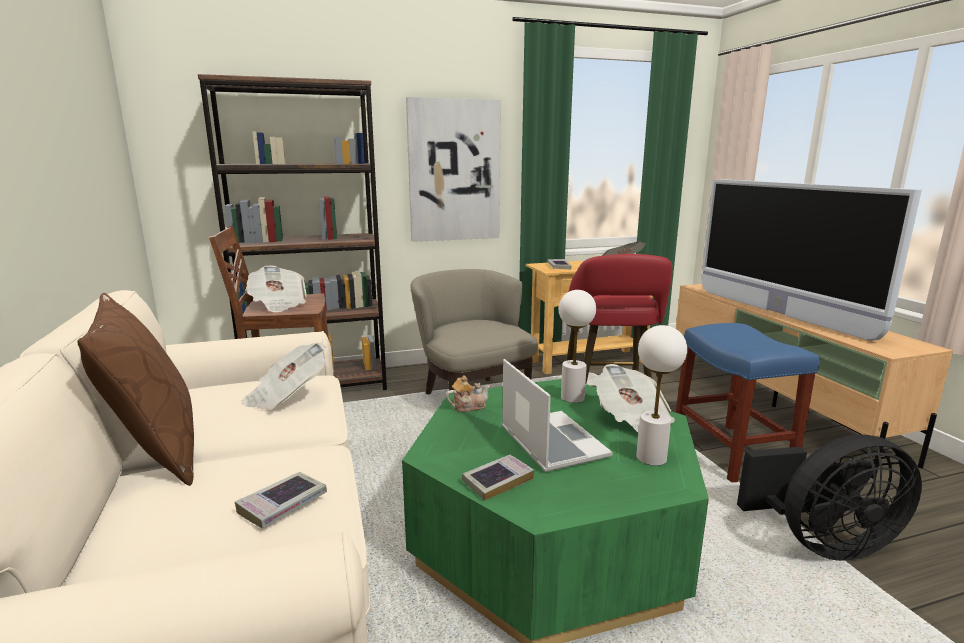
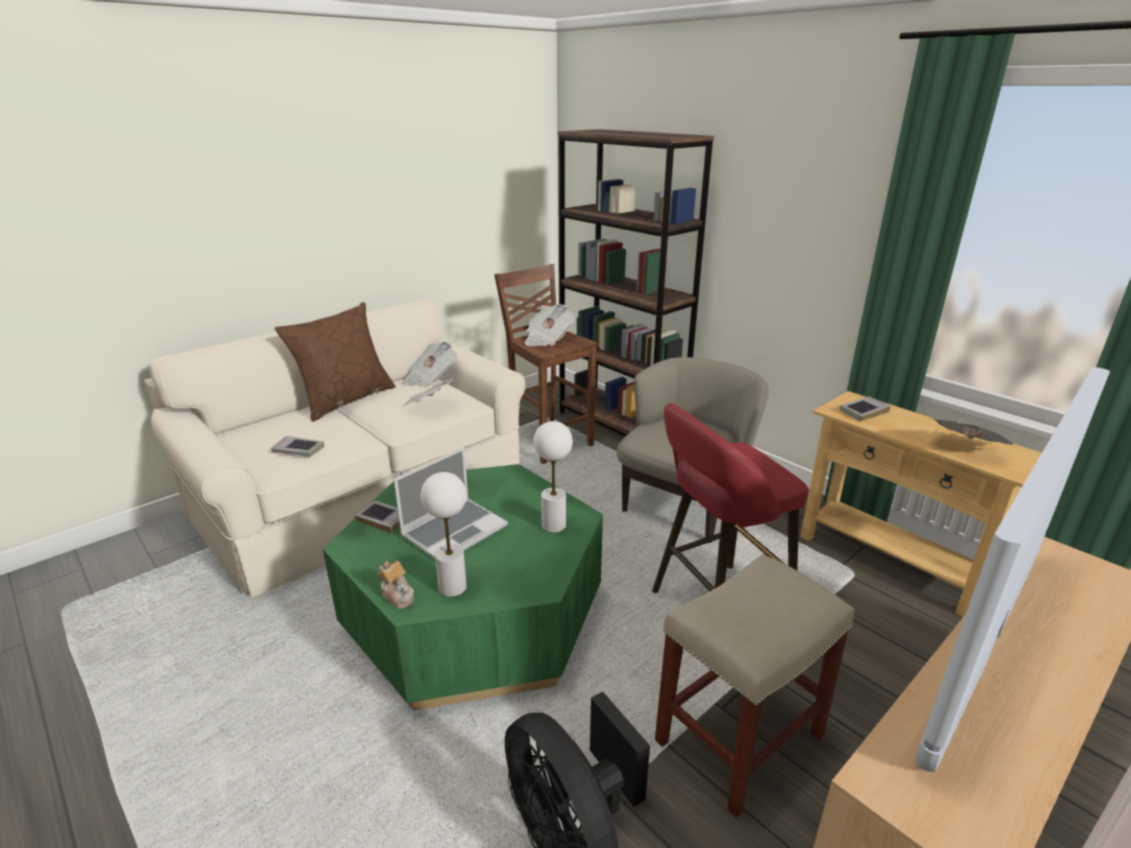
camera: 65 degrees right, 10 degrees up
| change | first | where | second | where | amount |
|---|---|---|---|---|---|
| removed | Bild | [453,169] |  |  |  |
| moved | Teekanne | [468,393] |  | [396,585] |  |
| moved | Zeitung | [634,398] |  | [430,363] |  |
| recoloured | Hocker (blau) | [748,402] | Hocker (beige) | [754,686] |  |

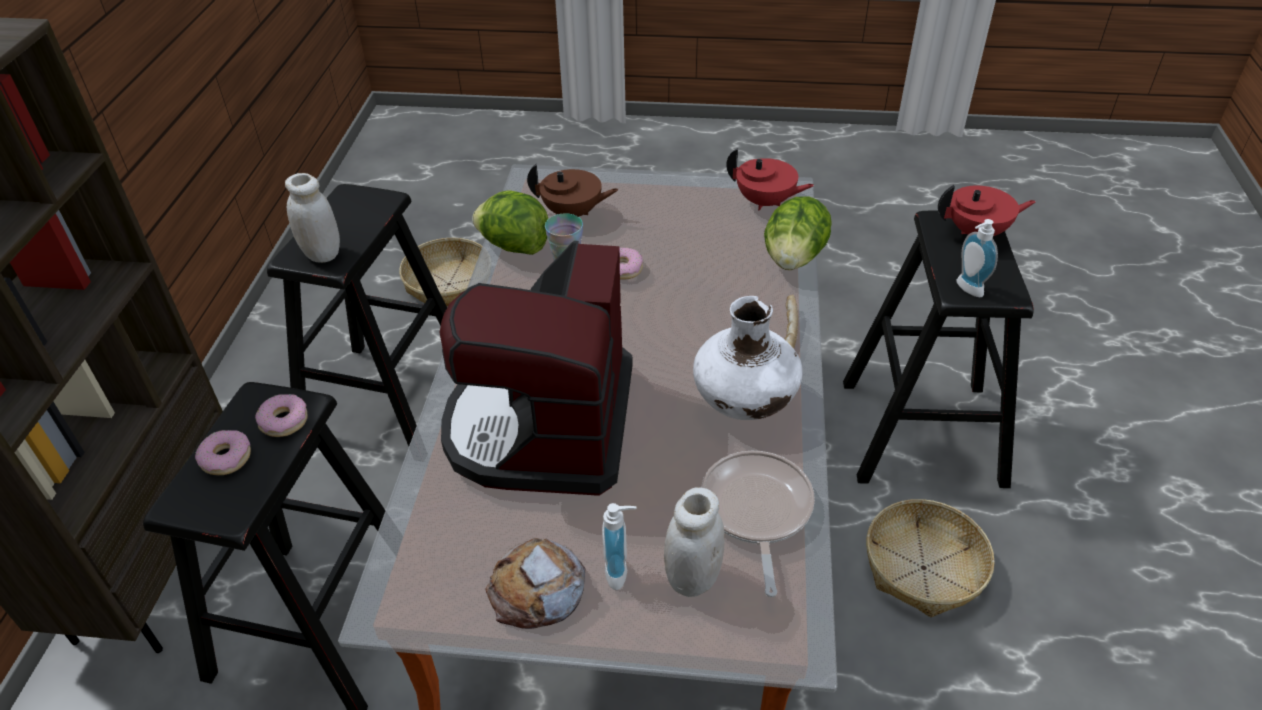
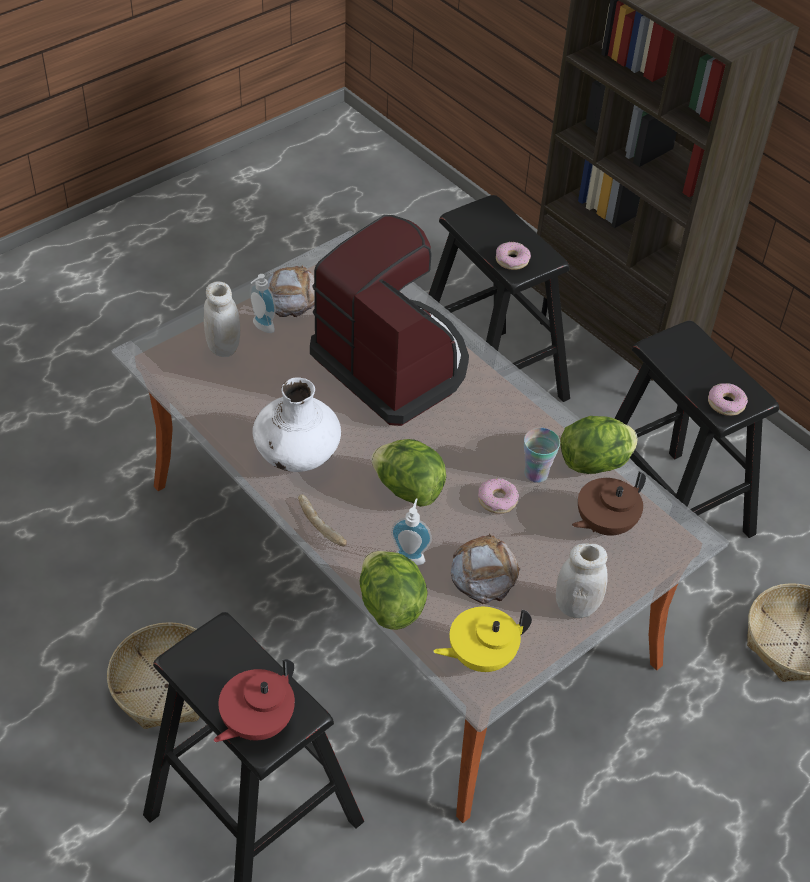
camera: 130 degrees right, 5 degrees up
| change | first | where | second | where | amount |
|---|---|---|---|---|---|
| removed | Pfanne | [758,524] |  |  |  |
| added |  |  | Salatkopf | [408,473] |  |
| added |  |  | Brot | [485,568] |  |
| moved | Donut | [223,452] |  | [728,399] |  |
| moved | Vorratsglas (weiß) | [312,218] |  | [582,580] |  |
| moved | Seifenspender | [977,258] |  | [411,531] |  |
| recoloured | Teekanne (rot) | [770,179] | Teekanne (gelb) | [482,639] |  |

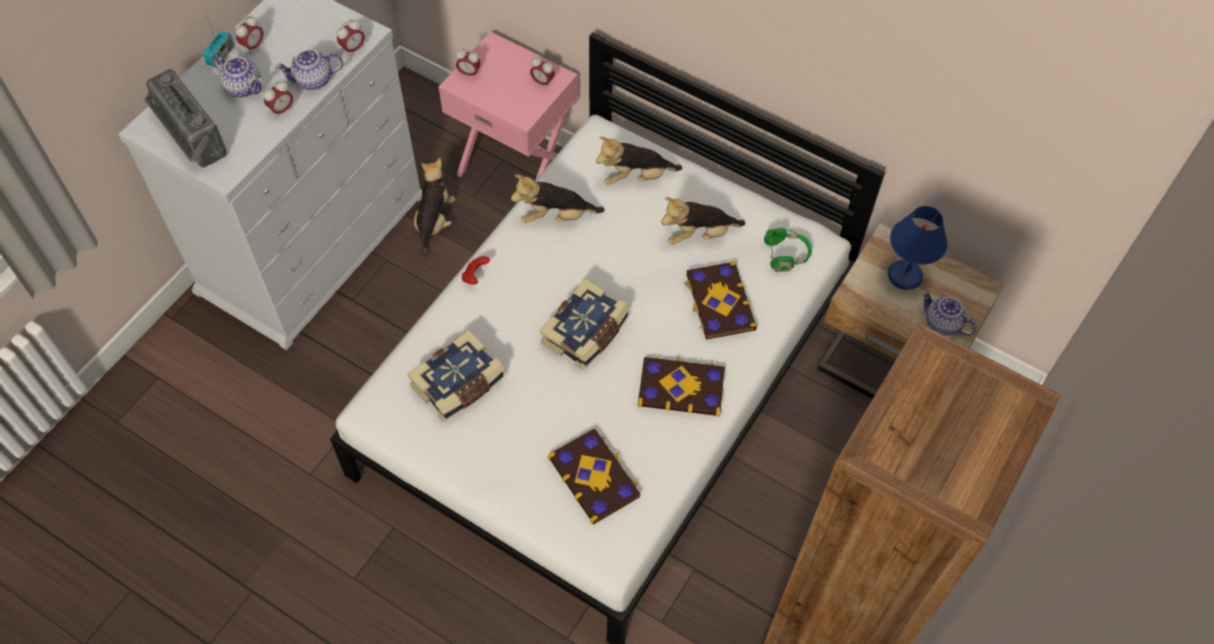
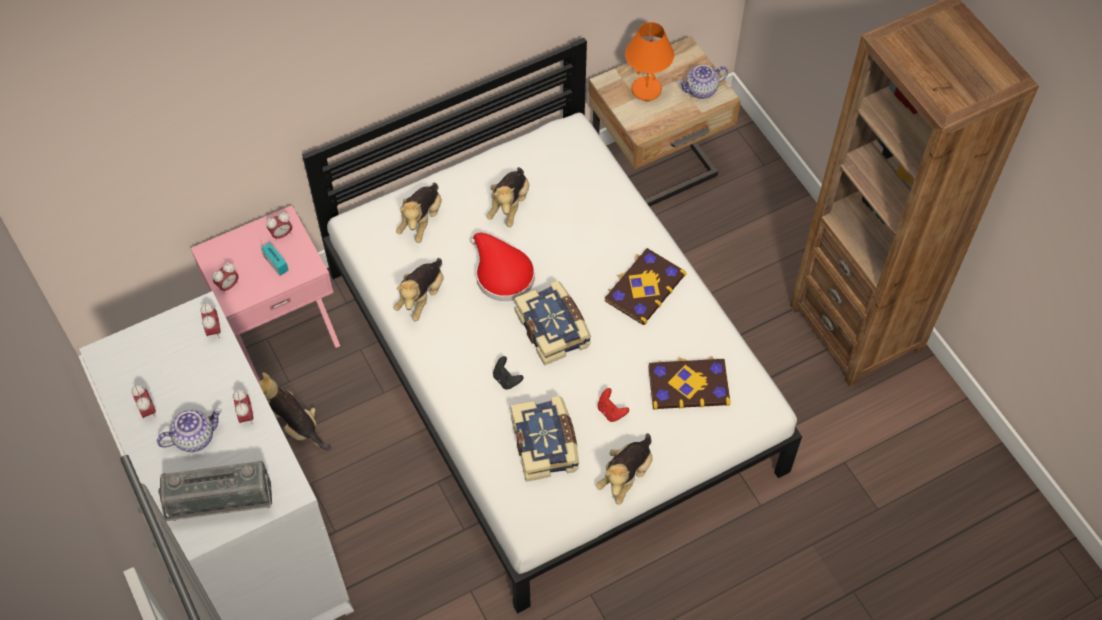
camera: 60 degrees left, 0 degrees up
| change | first | where | second | where | amount |
|---|---|---|---|---|---|
| removed | Teekanne | [309,69] |  |  |  |
| removed | Buch | [720,301] |  |  |  |
| removed | Kopfhörer (grün) | [788,250] |  |  |  |
| added |  |  | Hut (rot) | [502,267] |  |
| added |  |  | Gamepad (schwarz) | [508,373] |  |
| added |  |  | Plüschtier | [624,469] |  |
| moved | Radio | [218,42] |  | [275,259] |  |
| moved | Gamepad (rot) | [476,270] |  | [613,405] |  |
| recoloured | Tischlampe (blau) | [917,248] | Tischlampe (orange) | [649,61] |  |

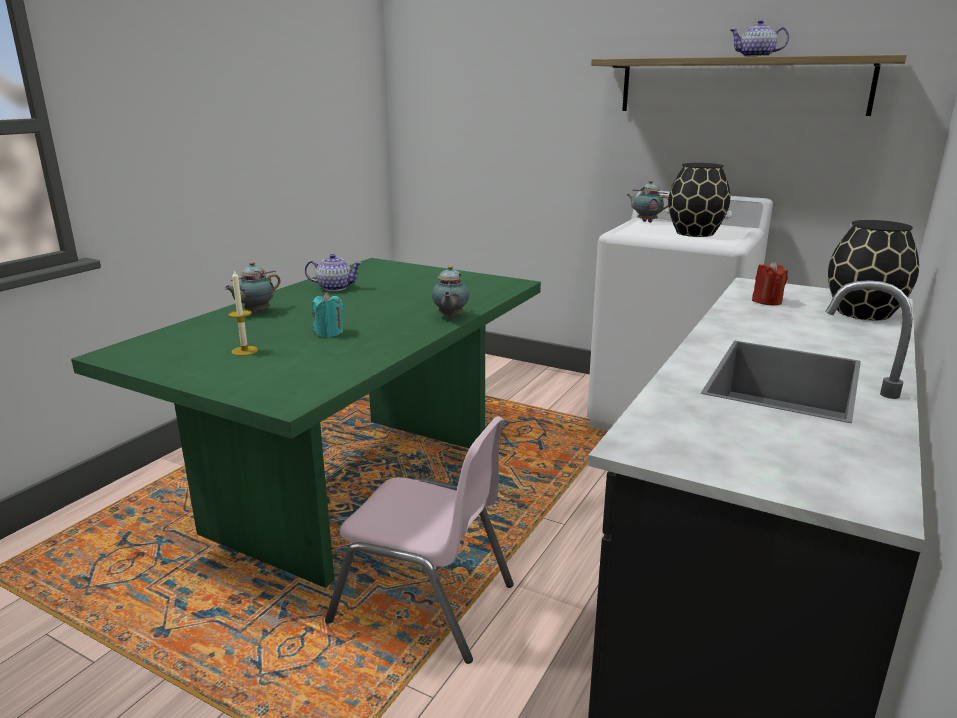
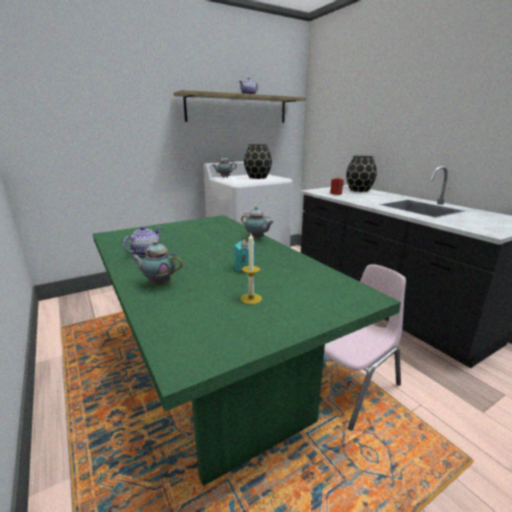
camera: 60 degrees left, 0 degrees up
| change | first | where | second | where | amount |
|---|---|---|---|---|---|
| turned | Teekanne | [252,287] |  | [157,263] | 120 degrees clockwise |

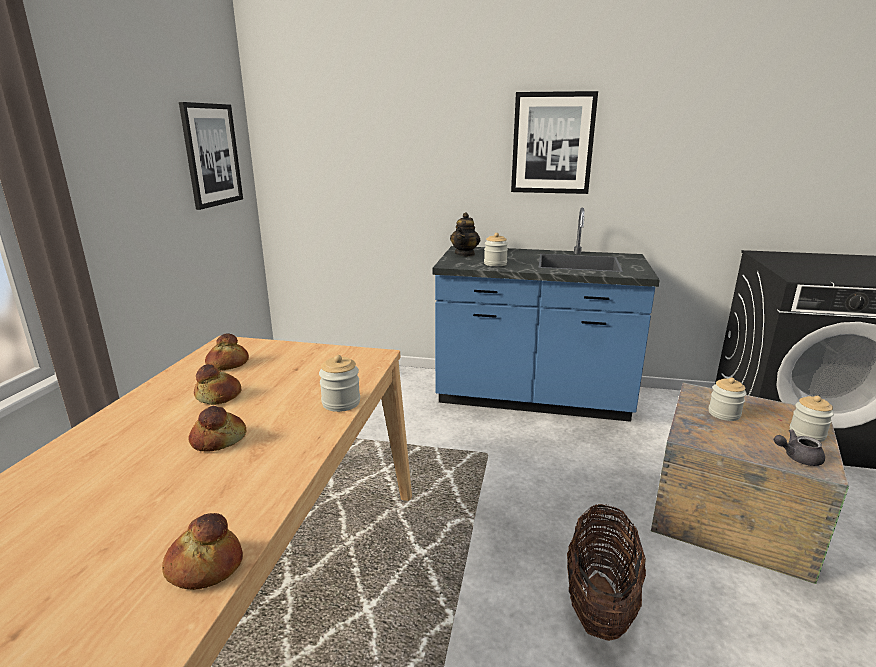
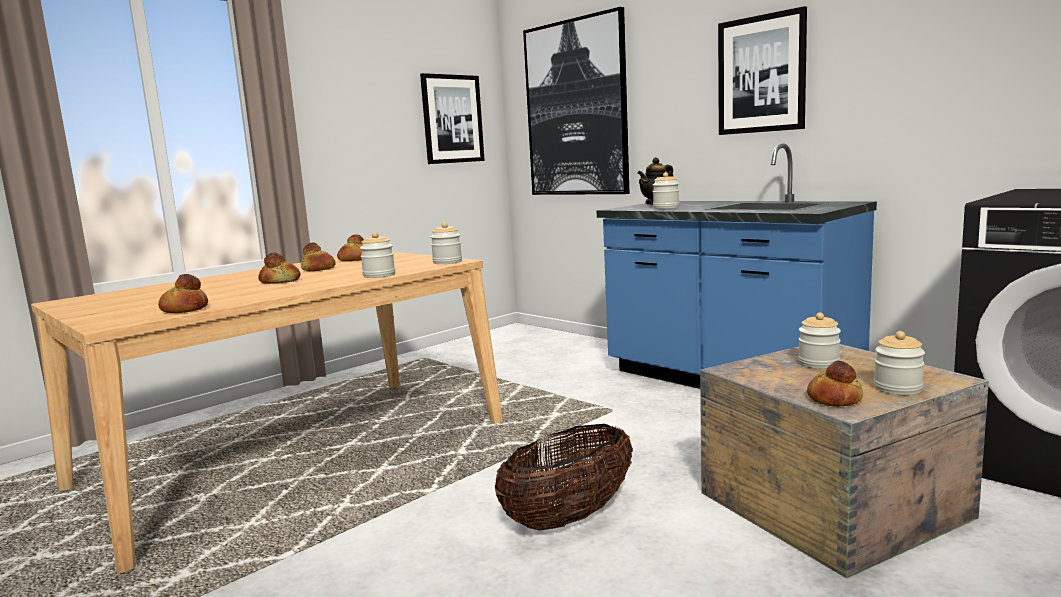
camera: 35 degrees right, 10 degrees down
| change | first | where | second | where | amount |
|---|---|---|---|---|---|
| added |  |  | Vorratsglas | [446,243] |  |
| added |  |  | Bild | [576,101] |  |
| replaced | Teekanne (grau) | [799,447] | Brot | [835,384] |  |

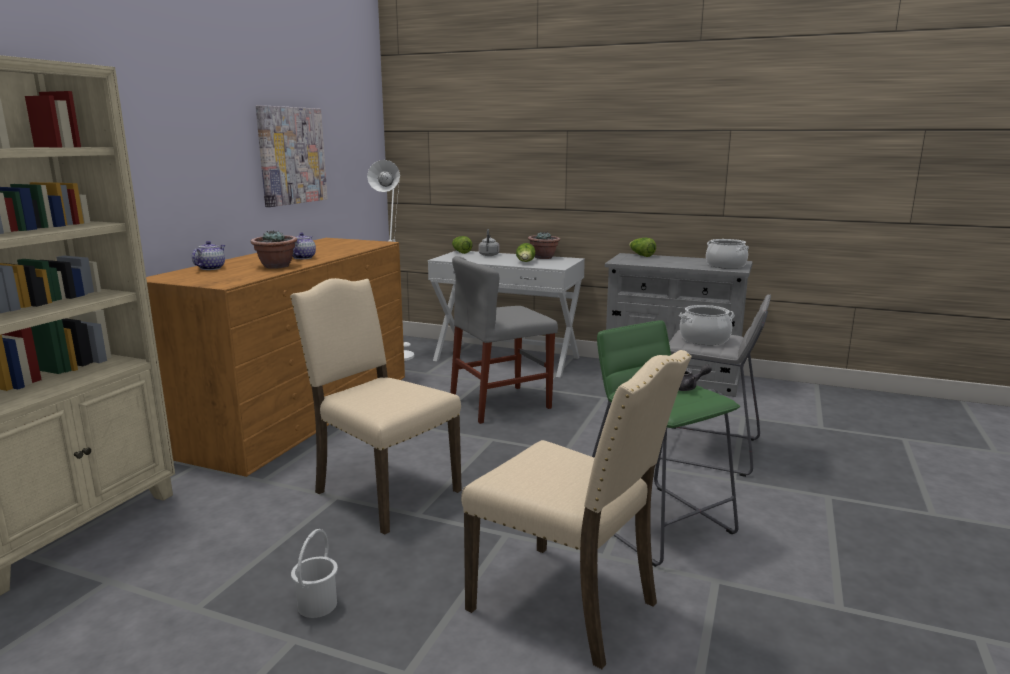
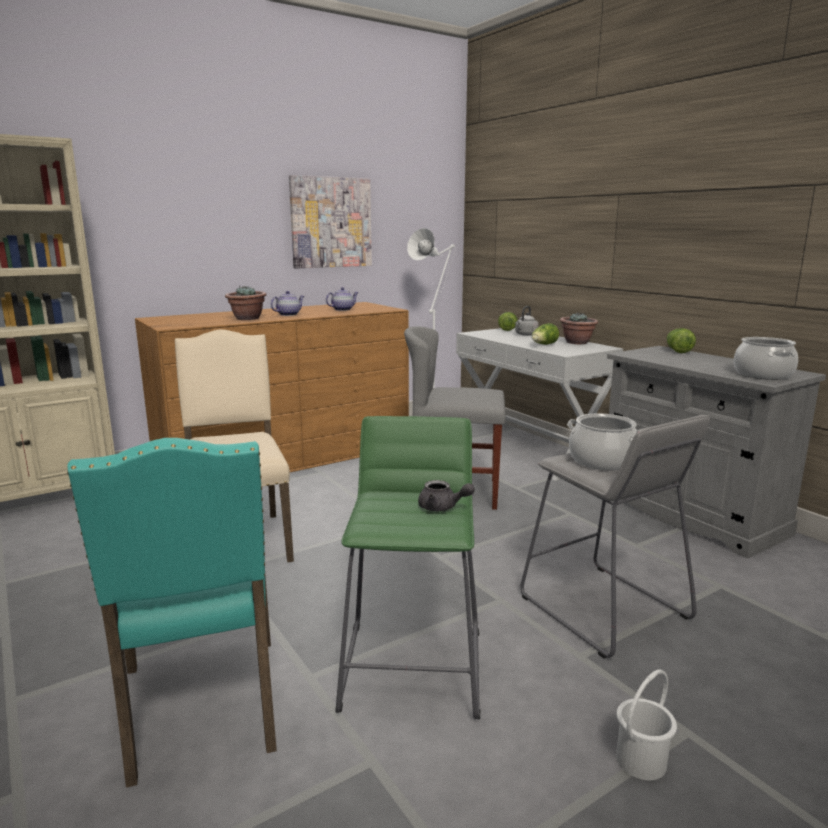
camera: 35 degrees right, 0 degrees up
| change | first | where | second | where | amount |
|---|---|---|---|---|---|
| moved | Teekanne | [208,255] |  | [342,299] |  |
| moved | Eimer (weiß) | [314,573] |  | [646,725] |  |
| recoloured | Stuhl (beige) | [576,509] | Stuhl (türkis) | [172,613] |  |

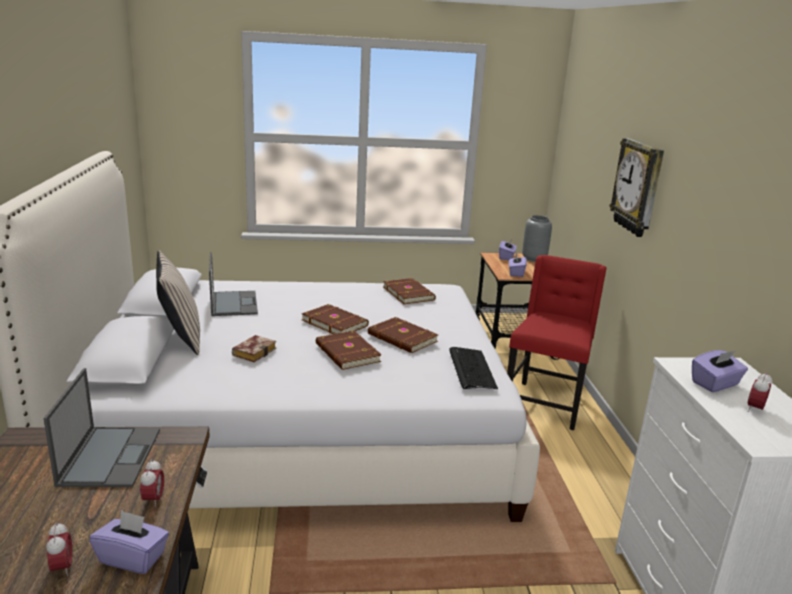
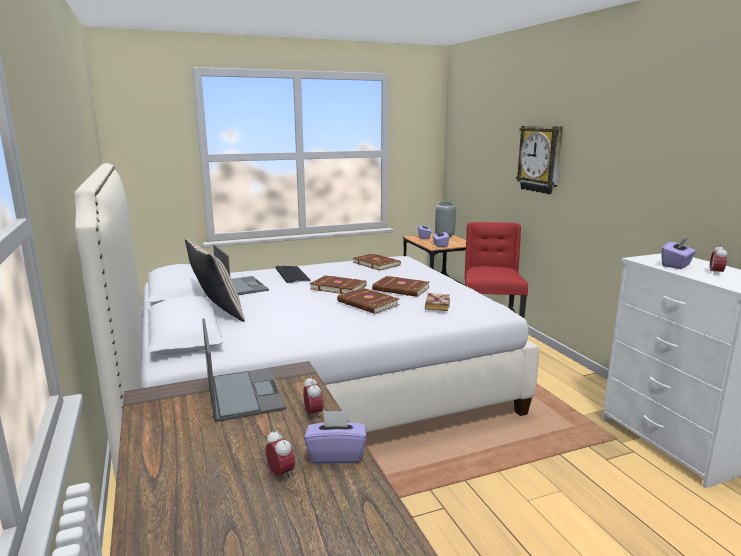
camera: 15 degrees left, 5 degrees down
| change | first | where | second | where | amount |
|---|---|---|---|---|---|
| moved | Buch | [254,348] |  | [437,302] |  |
| moved | Tastatur | [474,368] |  | [293,274] |  |

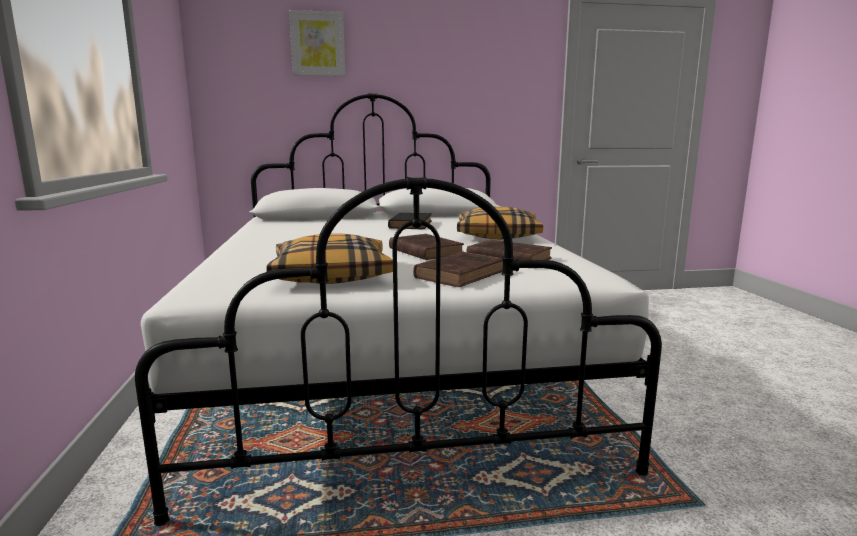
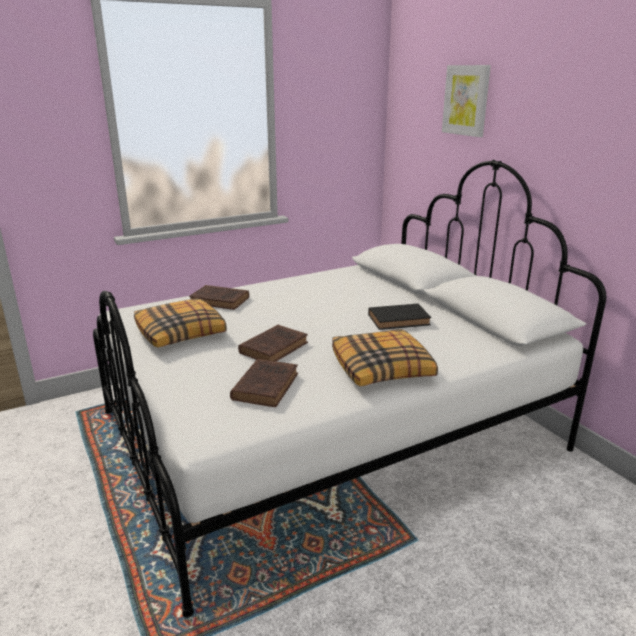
camera: 70 degrees right, 10 degrees up
| change | first | where | second | where | amount |
|---|---|---|---|---|---|
| moved | Buch (braun) | [458,269] |  | [219,297] |  |

